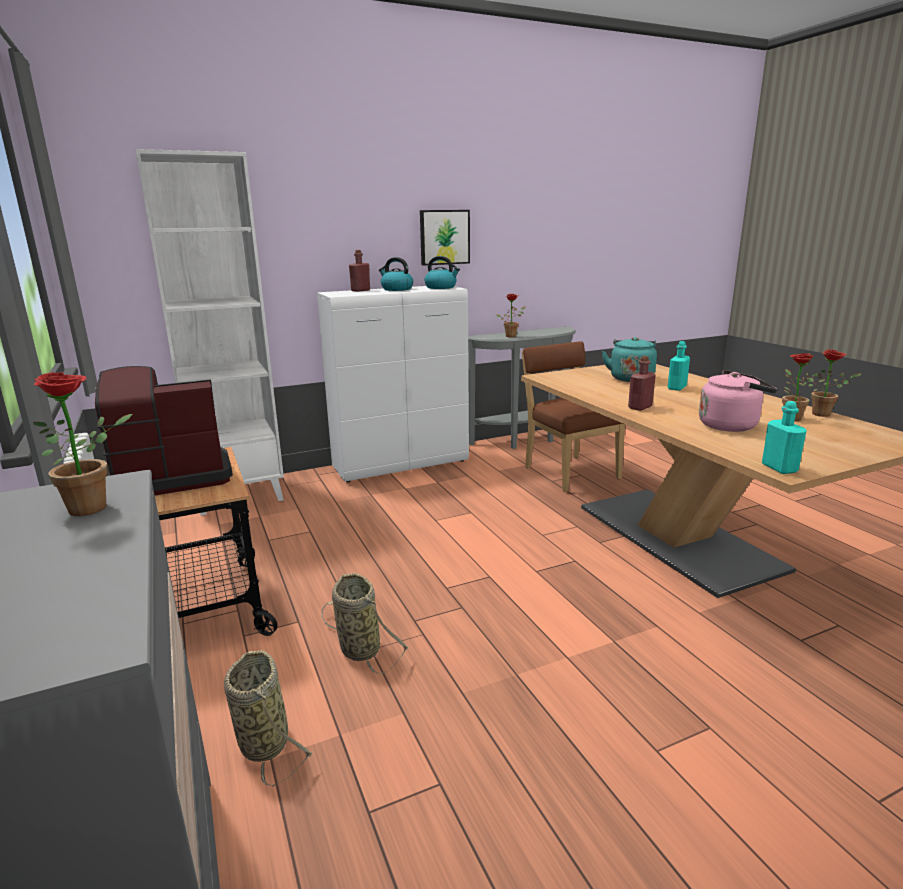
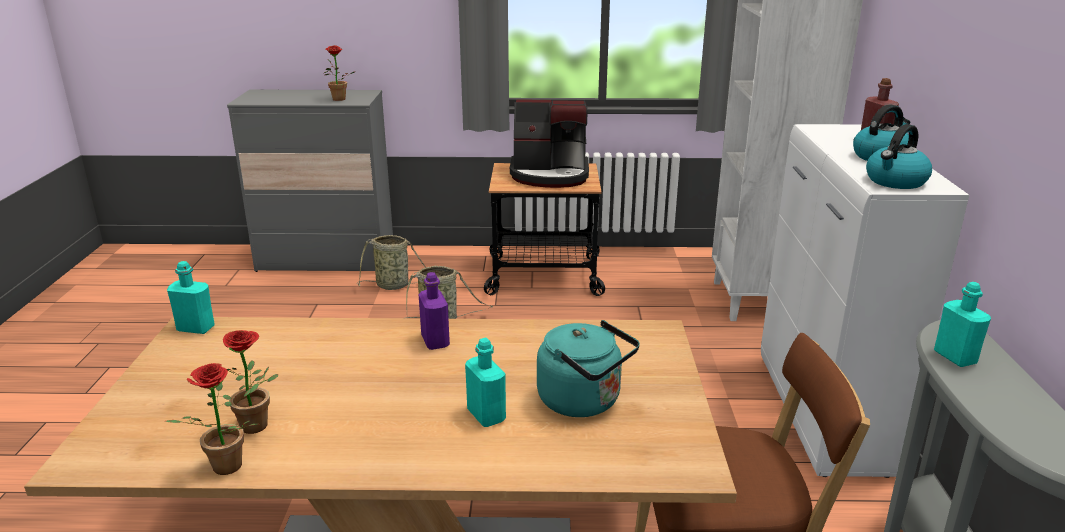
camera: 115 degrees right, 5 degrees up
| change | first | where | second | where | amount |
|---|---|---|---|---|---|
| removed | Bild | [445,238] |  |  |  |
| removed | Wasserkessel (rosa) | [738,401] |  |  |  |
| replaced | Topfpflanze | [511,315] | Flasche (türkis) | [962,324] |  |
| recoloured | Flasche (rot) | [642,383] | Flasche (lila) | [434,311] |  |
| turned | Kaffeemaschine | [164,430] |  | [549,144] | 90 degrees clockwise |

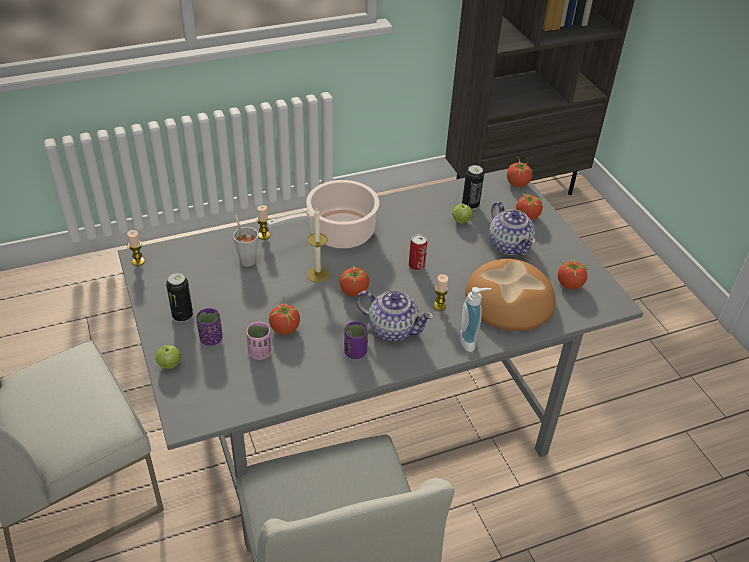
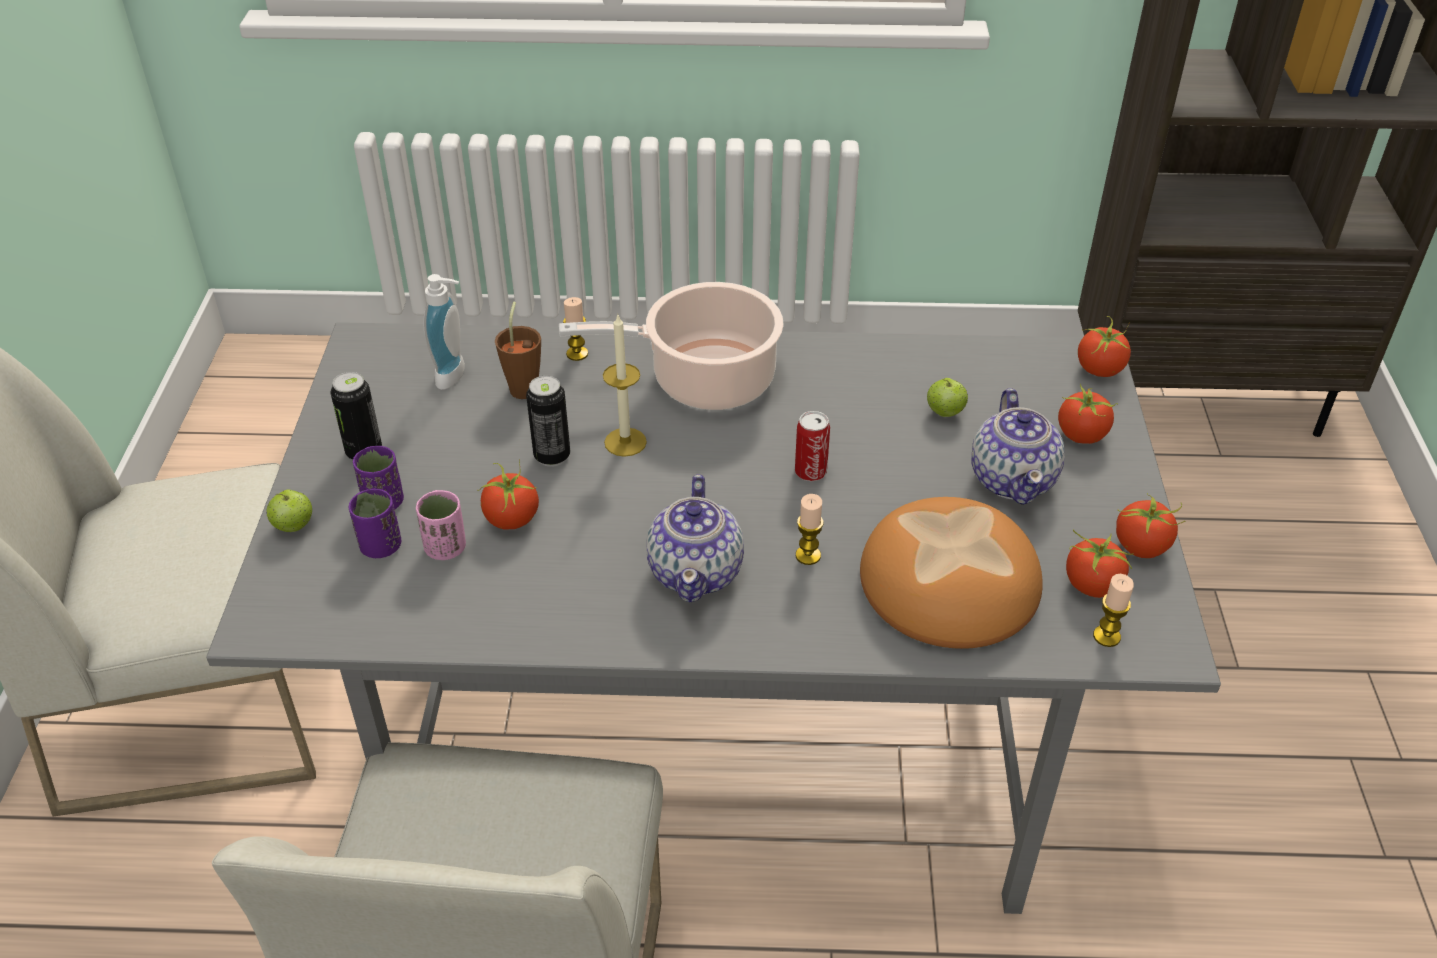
camera: 25 degrees right, 0 degrees up
| change | first | where | second | where | amount |
|---|---|---|---|---|---|
| moved | Kerze | [136,248] |  | [1113,610] |  |
| moved | Tomate | [354,280] |  | [1151,525] |  |
| moved | Tasse (lila) | [356,340] |  | [375,523] |  |
| moved | Seifenspender | [475,319] |  | [444,332] |  |
| moved | Dose | [473,187] |  | [548,421] |  |
| recoloured | Tasse (grau) | [245,241] | Tasse (braun) | [518,350] |  |
| turned | Teekanne | [395,315] |  | [695,538] | 45 degrees clockwise |

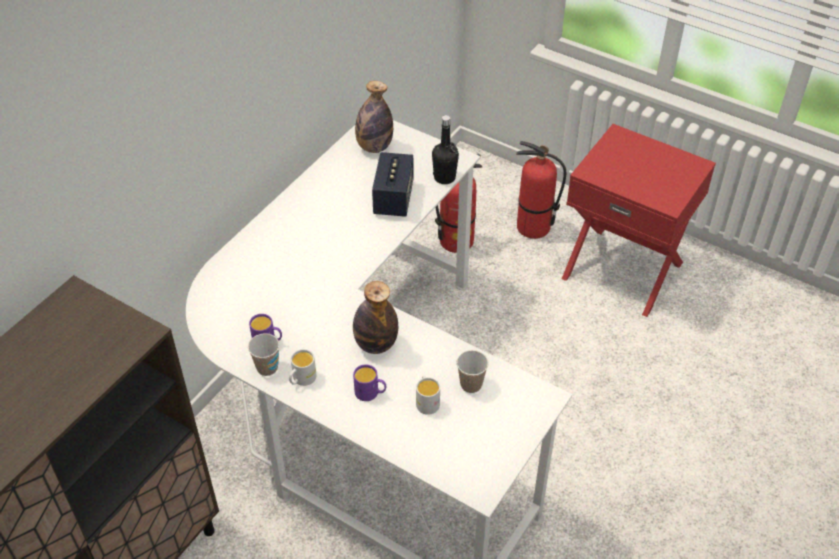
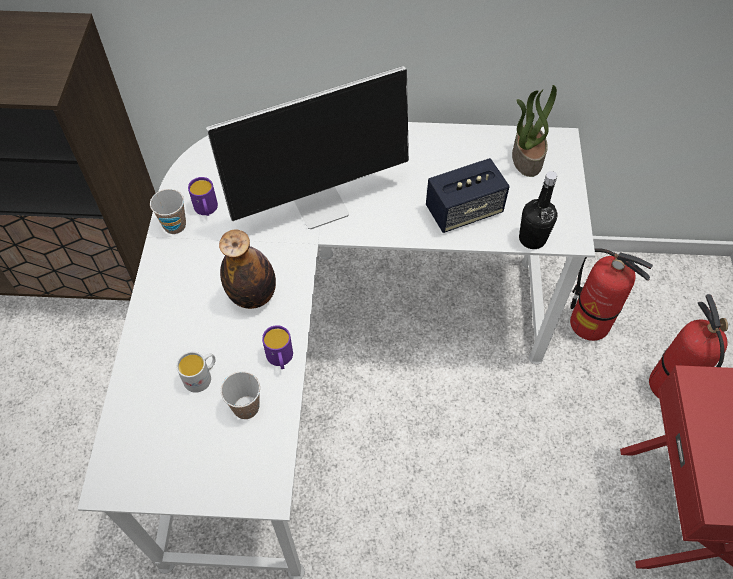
camera: 60 degrees right, 10 degrees up
| change | first | where | second | where | amount |
|---|---|---|---|---|---|
| removed | Henkelbecher (weiß) | [303,367] |  |  |  |
| added |  |  | Monitor | [307,147] |  |
| moved | Henkelbecher (lila) | [369,382] |  | [277,347] |  |
| replaced | Flasche | [374,117] | Topfpflanze | [534,131] |  |

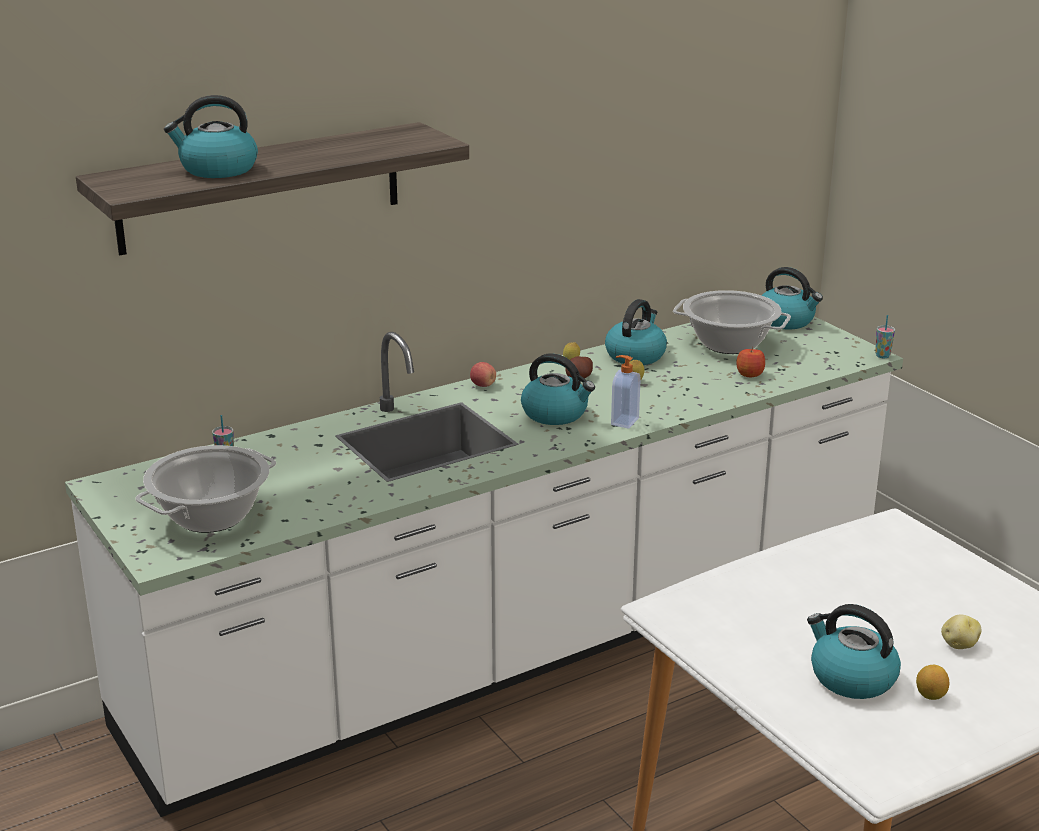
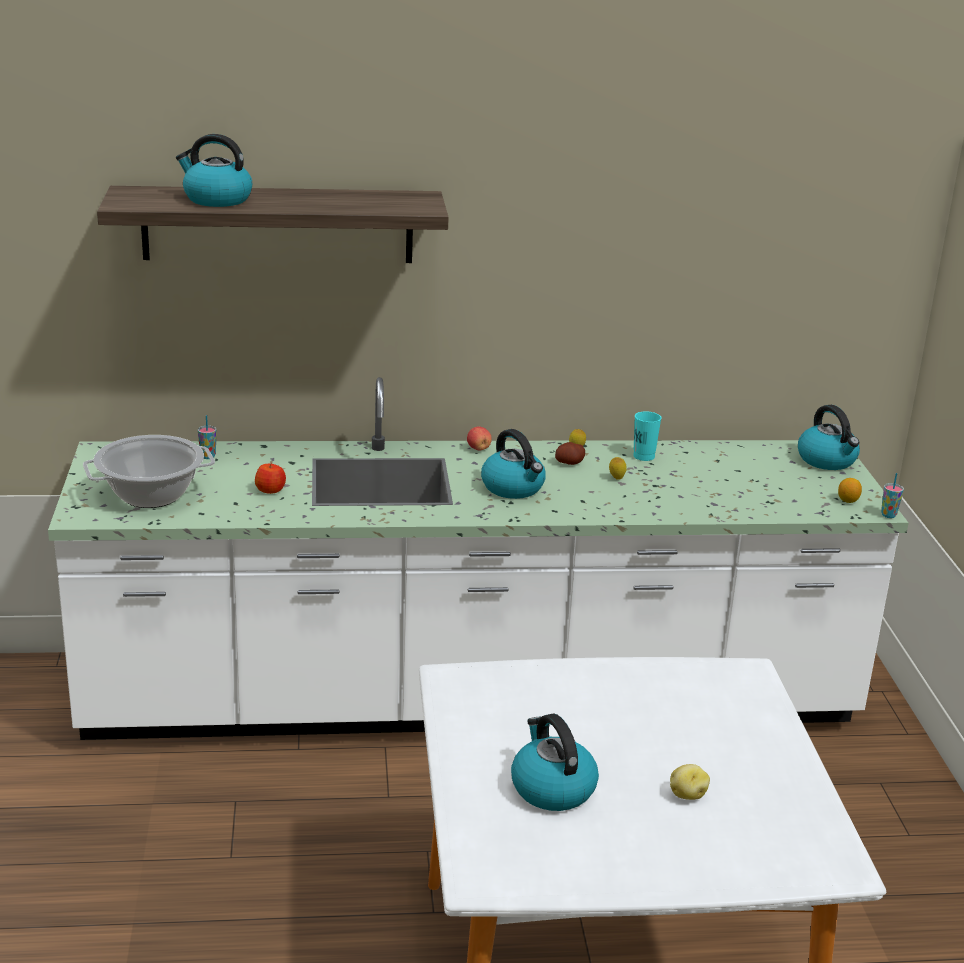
camera: 25 degrees right, 0 degrees up
| change | first | where | second | where | amount |
|---|---|---|---|---|---|
| removed | Seifenspender | [626,392] |  |  |  |
| removed | Kochtopf | [732,322] |  |  |  |
| moved | Apfel | [750,362] |  | [270,479] |  |
| moved | Zitrone | [932,682] |  | [850,490] |  |
| replaced | Wasserkessel | [636,332] | Tasse (türkis) | [647,436] |  |

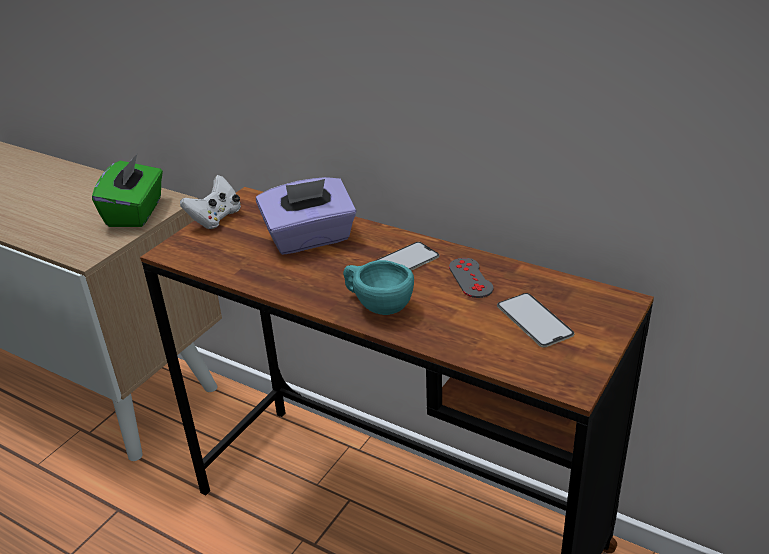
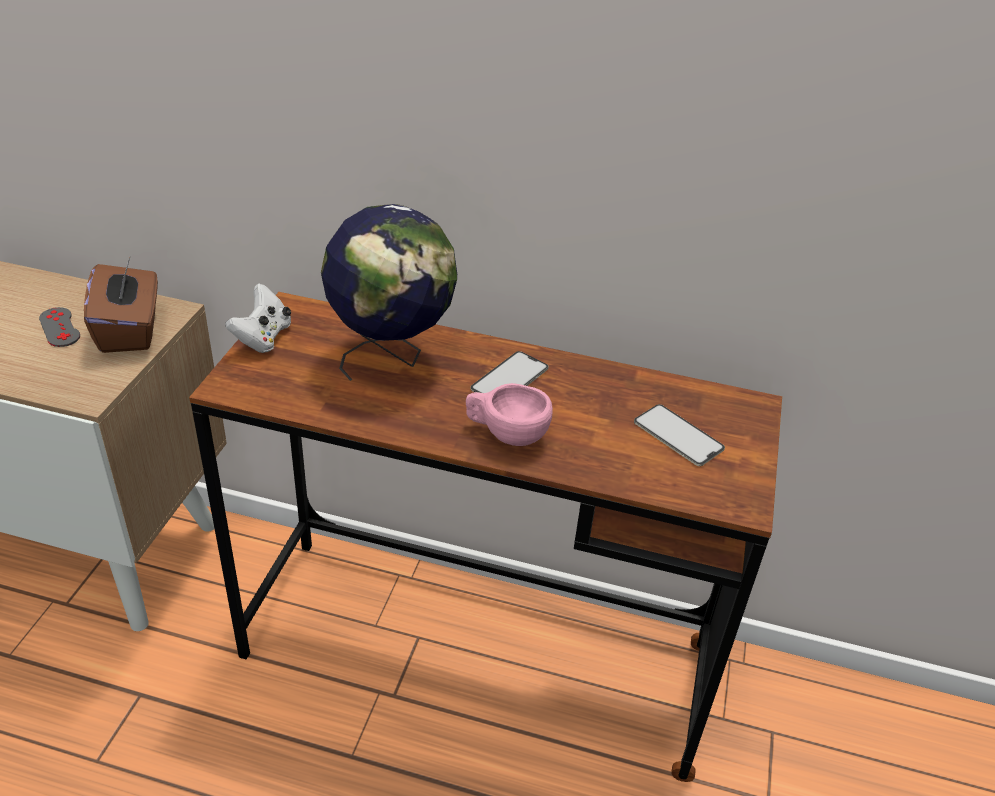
camera: 20 degrees left, 5 degrees up
| change | first | where | second | where | amount |
|---|---|---|---|---|---|
| moved | Gamepad (grau) | [471,278] |  | [59,327] |  |
| replaced | Taschentuchbox (lila) | [306,216] | Globus | [389,292] |  |
| recoloured | Taschentuchbox (grün) | [127,190] | Taschentuchbox (braun) | [121,305] |  |
| recoloured | Tasse (türkis) | [378,287] | Tasse (rosa) | [509,414] |  |

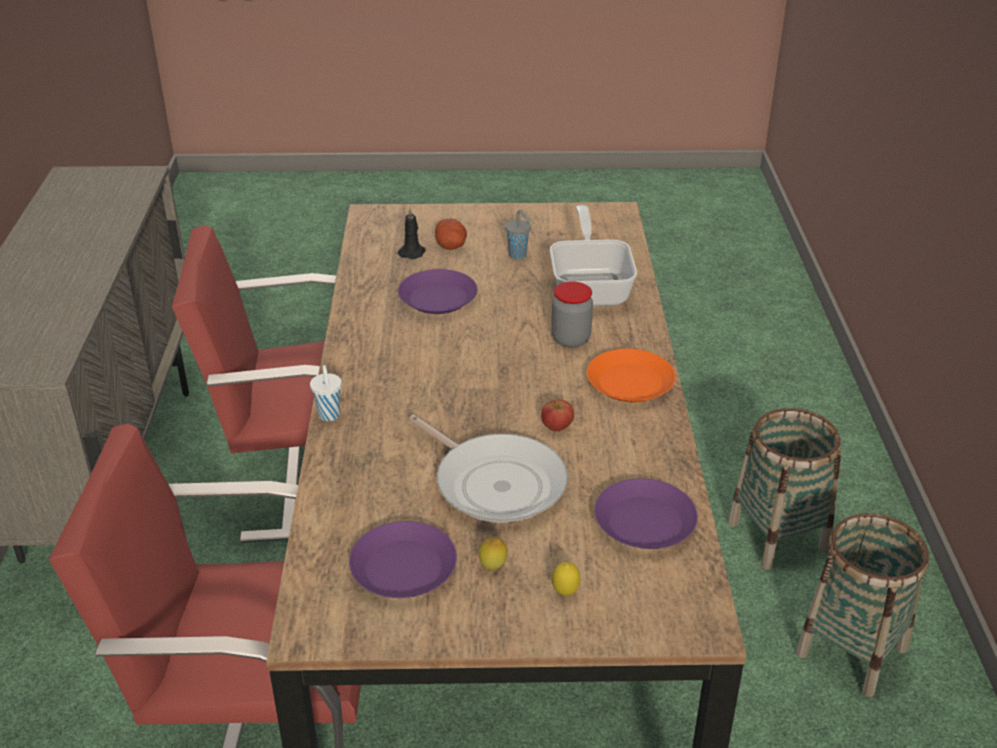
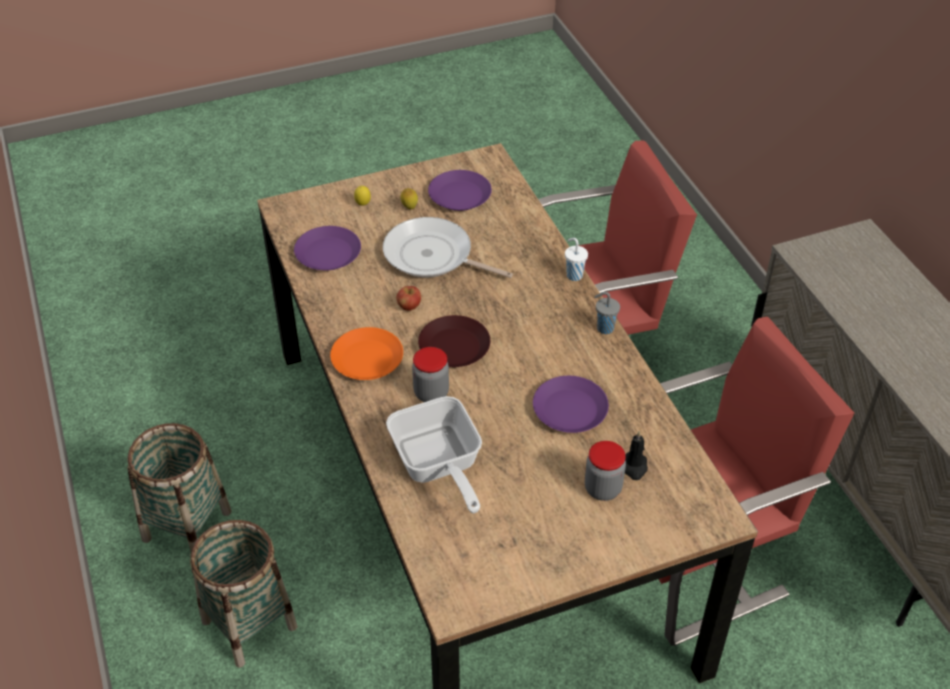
camera: 160 degrees right, 10 degrees up
| change | first | where | second | where | amount |
|---|---|---|---|---|---|
| added |  |  | Teller (braun) | [454,341] |  |
| moved | Tasse (grau) | [518,234] |  | [607,313] |  |
| replaced | Kartoffel | [451,234] | Vorratsglas | [605,471] |  |

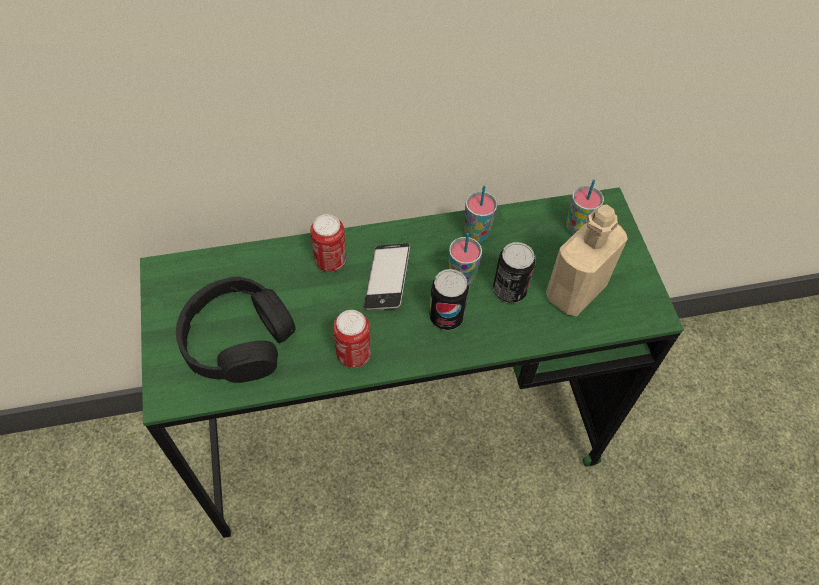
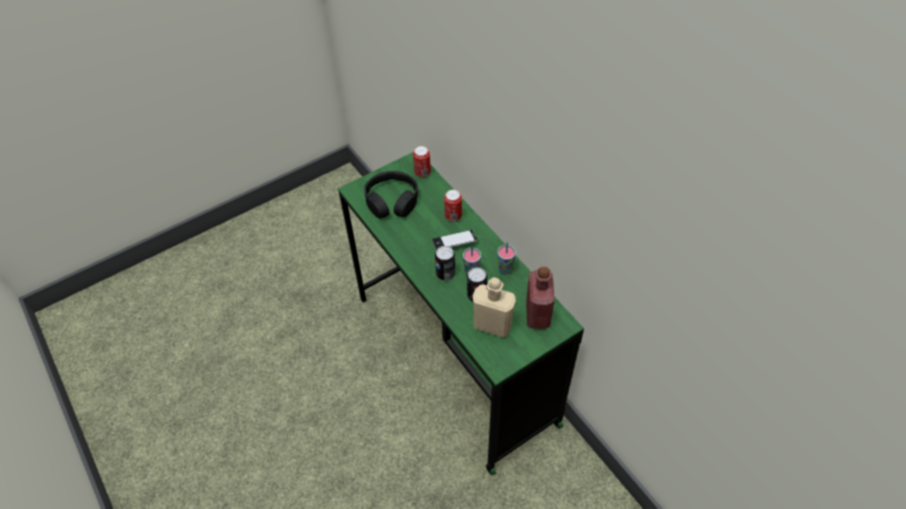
camera: 70 degrees right, 5 degrees down
| change | first | where | second | where | amount |
|---|---|---|---|---|---|
| moved | Dose | [352,339] |  | [422,162] |  |
| replaced | Tasse | [585,207] | Flasche (rot) | [540,298] |  |

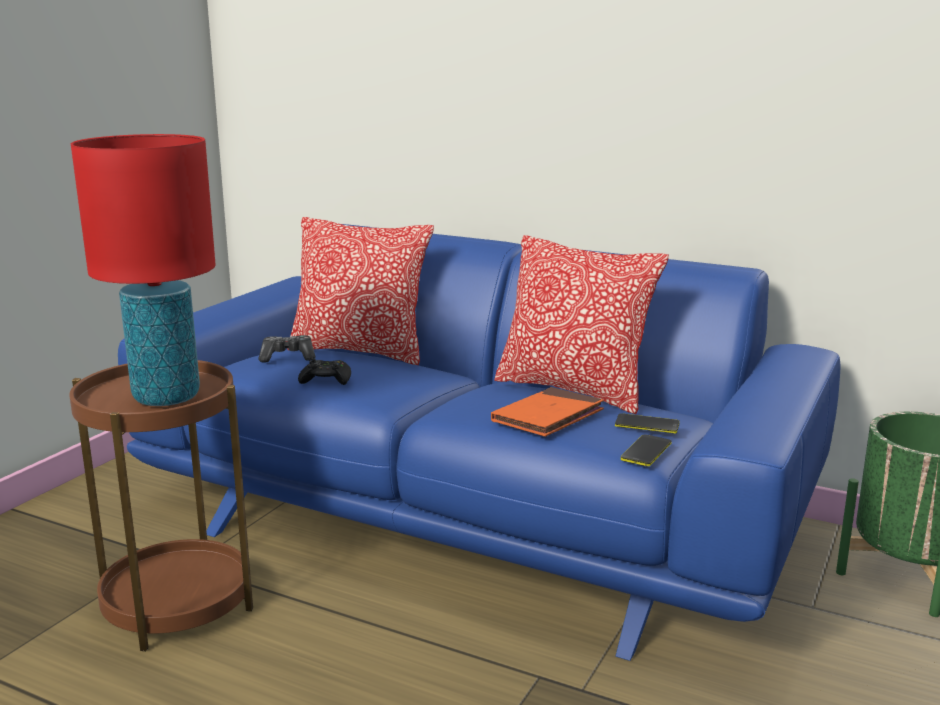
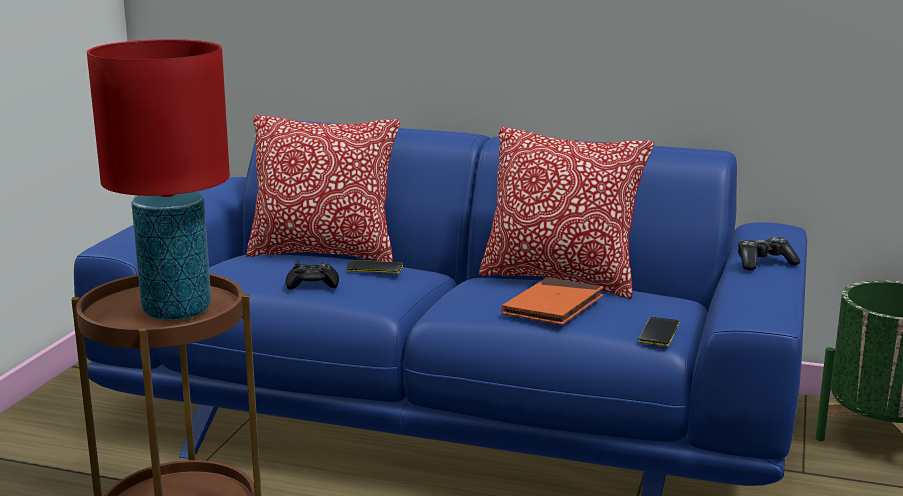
camera: 10 degrees left, 0 degrees up
| change | first | where | second | where | amount |
|---|---|---|---|---|---|
| moved | Gamepad | [286,349] |  | [769,253] |  |
| moved | Handy | [647,423] |  | [374,266] |  |

